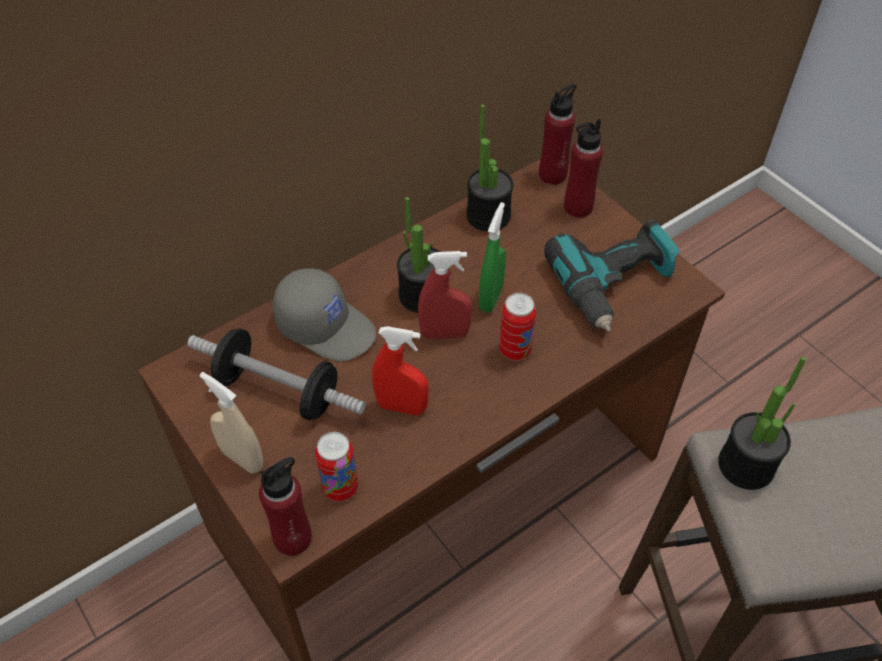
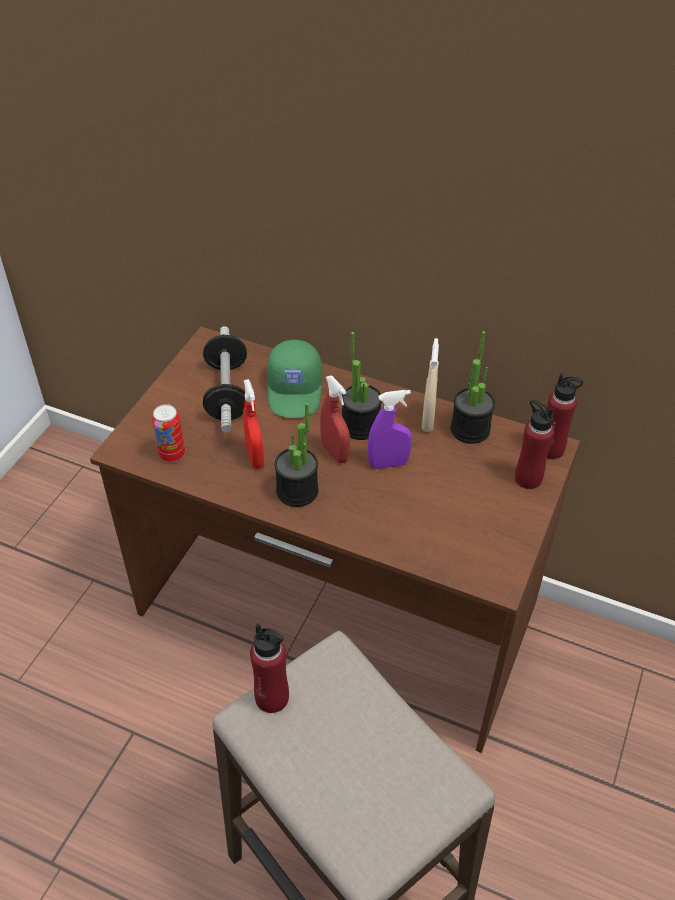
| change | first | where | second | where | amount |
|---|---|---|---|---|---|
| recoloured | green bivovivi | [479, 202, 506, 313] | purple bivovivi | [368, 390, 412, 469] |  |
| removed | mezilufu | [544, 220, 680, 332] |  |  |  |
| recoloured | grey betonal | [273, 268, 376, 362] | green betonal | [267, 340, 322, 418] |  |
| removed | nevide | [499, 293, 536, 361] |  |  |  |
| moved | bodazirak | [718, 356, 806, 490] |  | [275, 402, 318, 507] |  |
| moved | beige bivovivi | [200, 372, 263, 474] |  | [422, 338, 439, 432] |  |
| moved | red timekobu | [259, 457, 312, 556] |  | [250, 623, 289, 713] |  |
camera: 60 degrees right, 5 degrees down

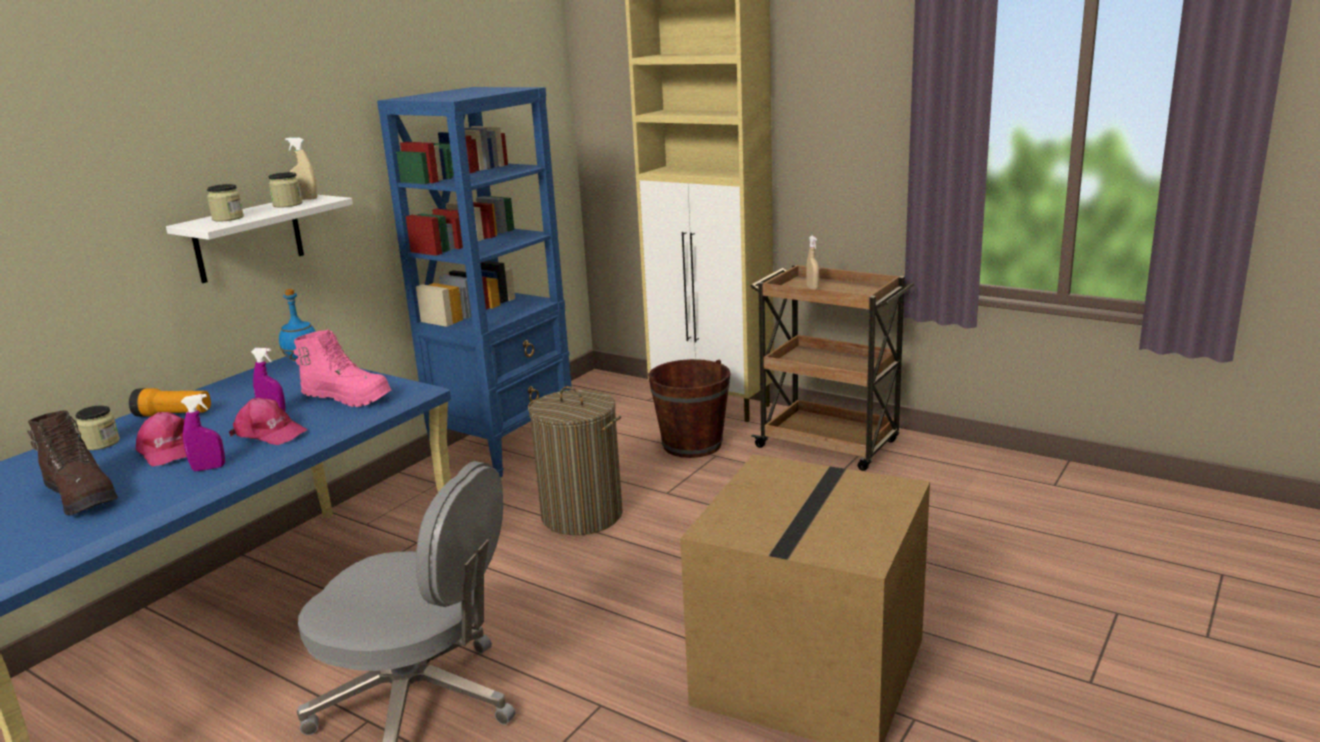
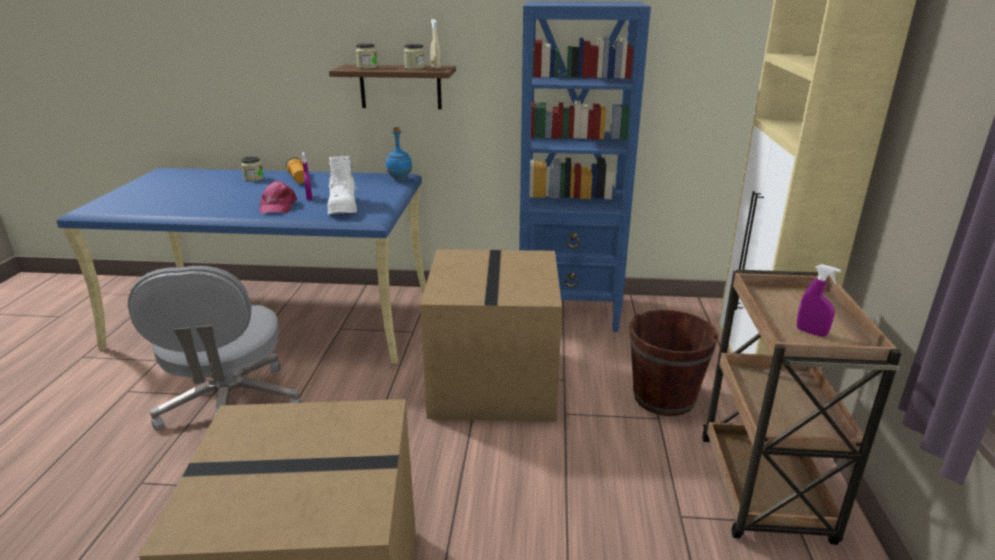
| change | first | where | second | where | amount |
|---|---|---|---|---|---|
| recoloured | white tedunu | [166, 195, 353, 283] | brown tedunu | [329, 65, 456, 109] |  |
| removed | beige bivovivi | [806, 236, 819, 290] |  |  |  |
| recoloured | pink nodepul | [294, 329, 392, 407] | white nodepul | [328, 156, 359, 214] |  |
| replaced | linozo | [528, 386, 623, 535] | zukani | [420, 249, 562, 422] |  |
| moved | purple bivovivi | [181, 394, 225, 471] |  | [797, 264, 841, 337] |  |
| removed | brown nodepul | [27, 410, 118, 516] |  |  |  |
| removed | pink betonal | [136, 412, 187, 467] |  |  |  |
camera: 60 degrees right, 5 degrees up

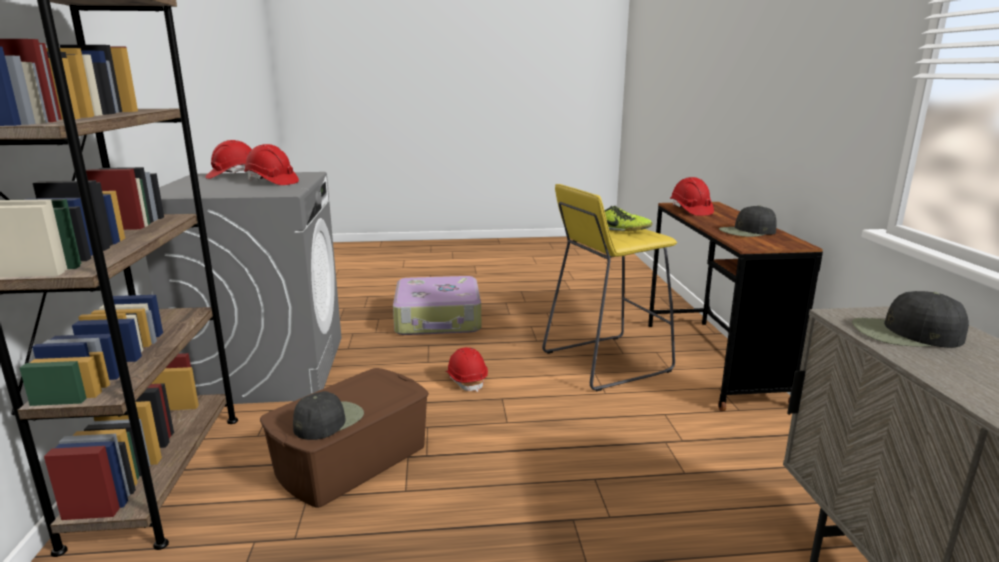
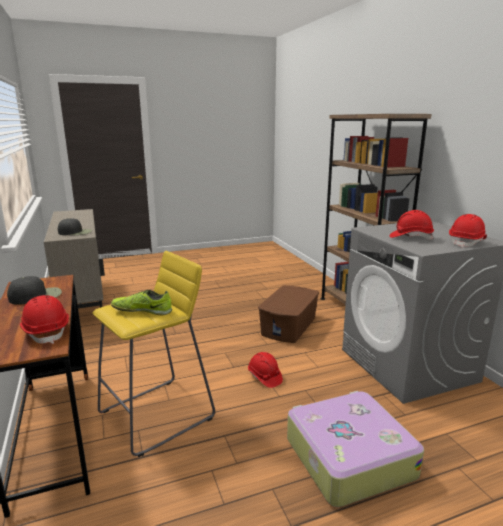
| change | first | where | second | where | amount |
|---|---|---|---|---|---|
| removed | black betonal | [293, 391, 364, 440] |  |  |  |
camera: 165 degrees right, 0 degrees up

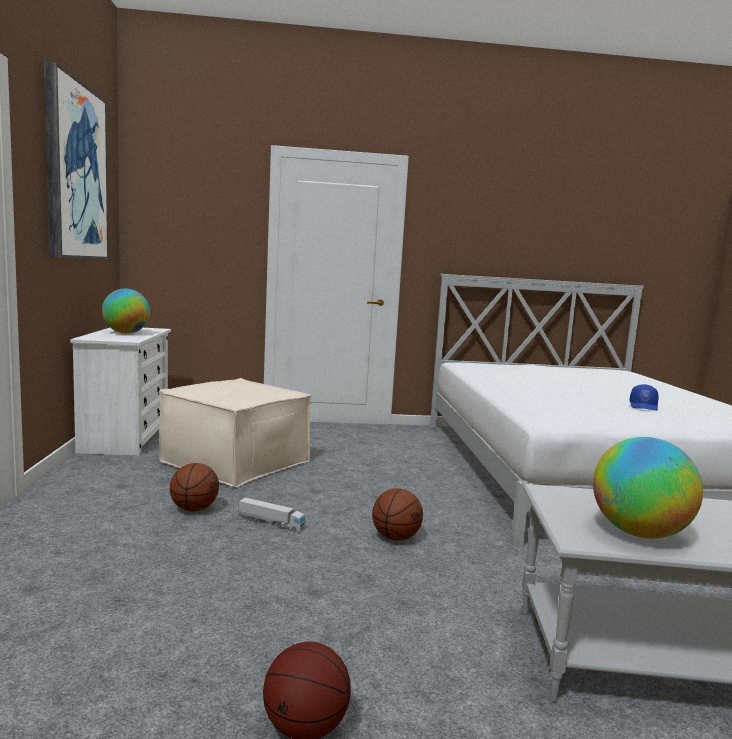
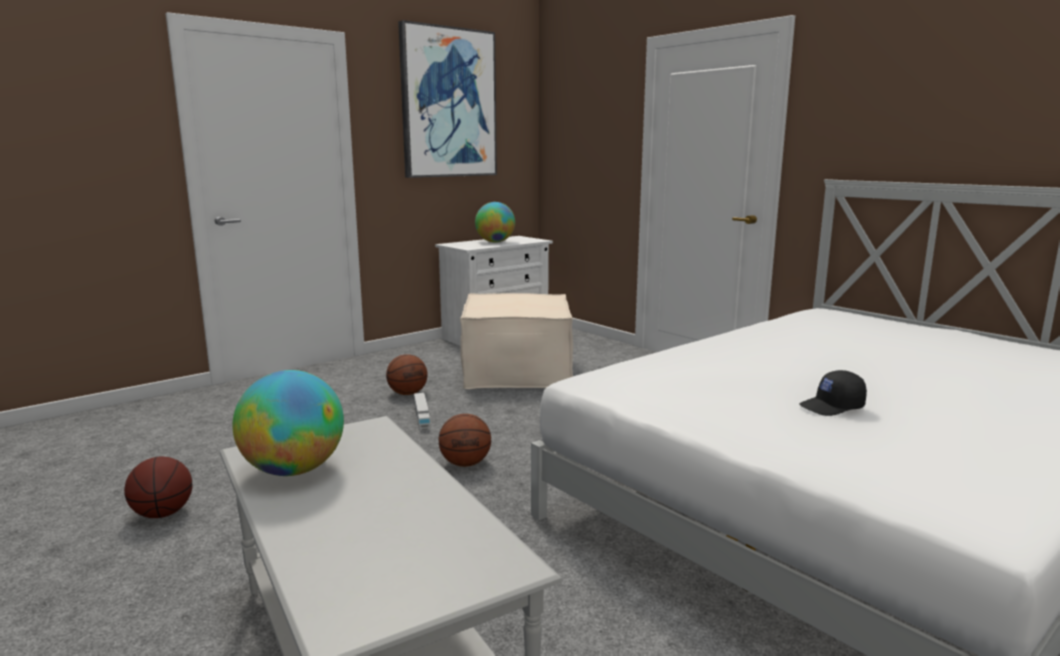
| change | first | where | second | where | amount |
|---|---|---|---|---|---|
| recoloured | blue betonal | [630, 384, 658, 411] | black betonal | [799, 370, 867, 416] |  |
camera: 55 degrees right, 5 degrees up

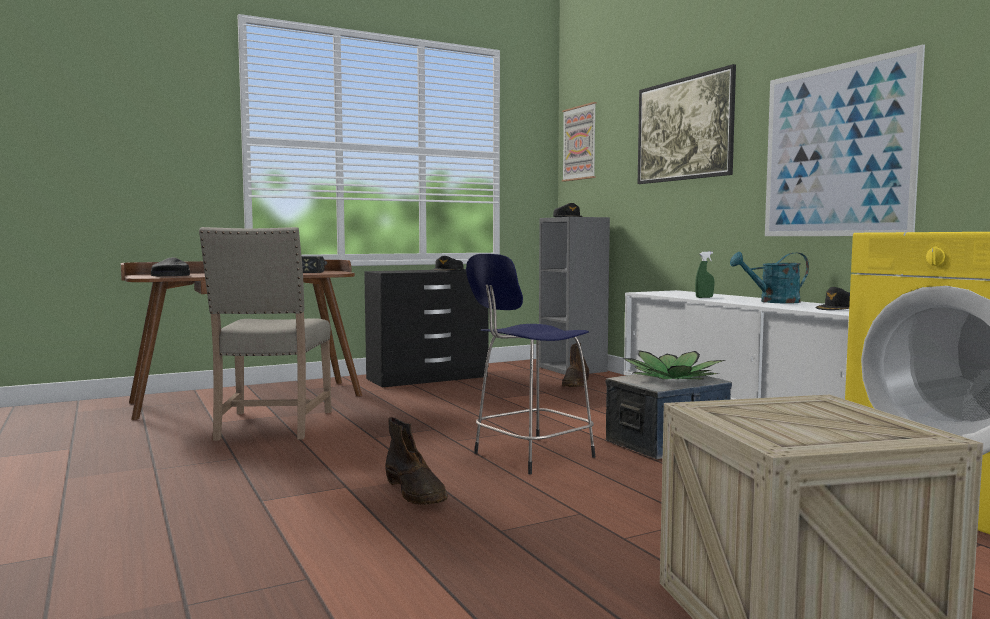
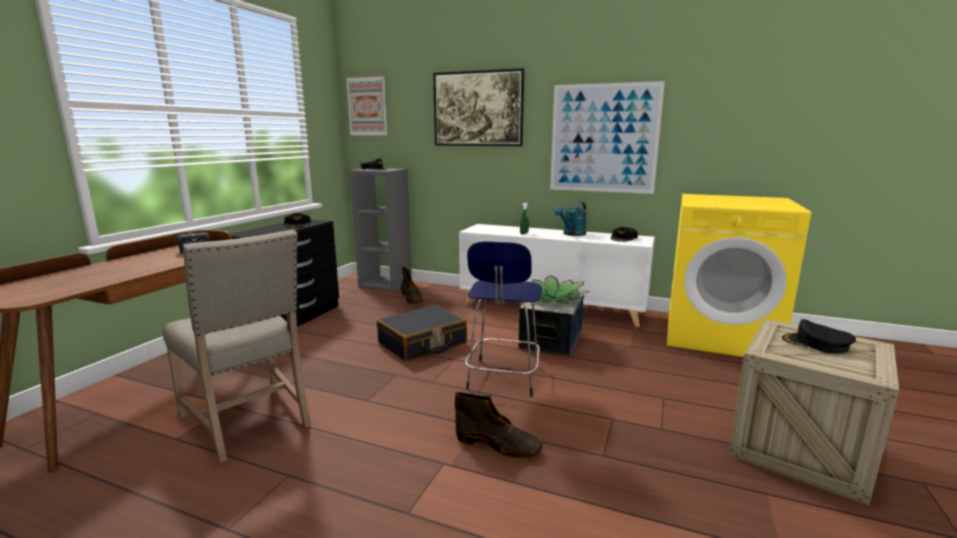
| change | first | where | second | where | amount |
|---|---|---|---|---|---|
| moved | black betonal | [151, 257, 190, 276] |  | [782, 319, 856, 354] |  |
| added |  |  | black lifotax | [377, 305, 467, 361] |  |
camera: 40 degrees left, 10 degrees up

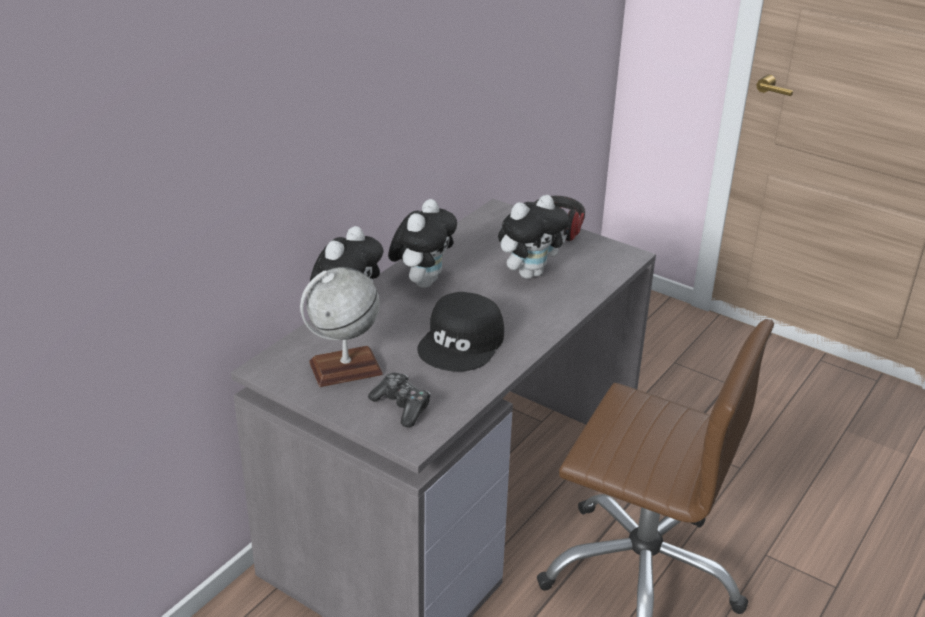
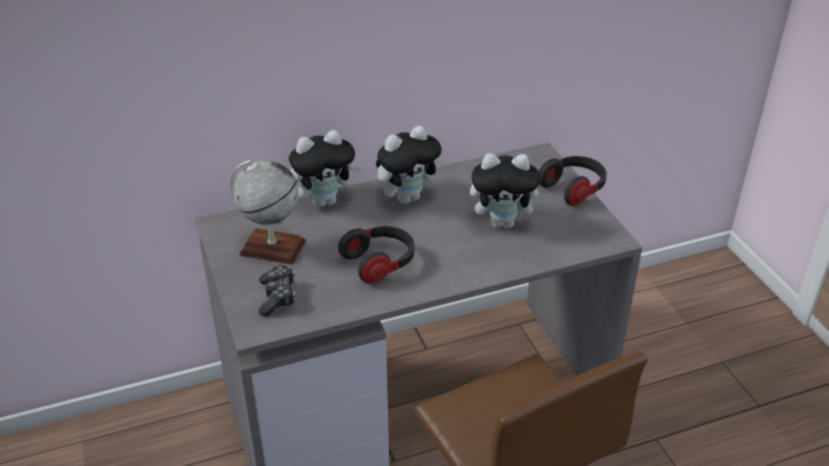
| change | first | where | second | where | amount |
|---|---|---|---|---|---|
| replaced | black betonal | [417, 292, 504, 372] | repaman | [338, 226, 415, 283] |  |
camera: 35 degrees right, 5 degrees up

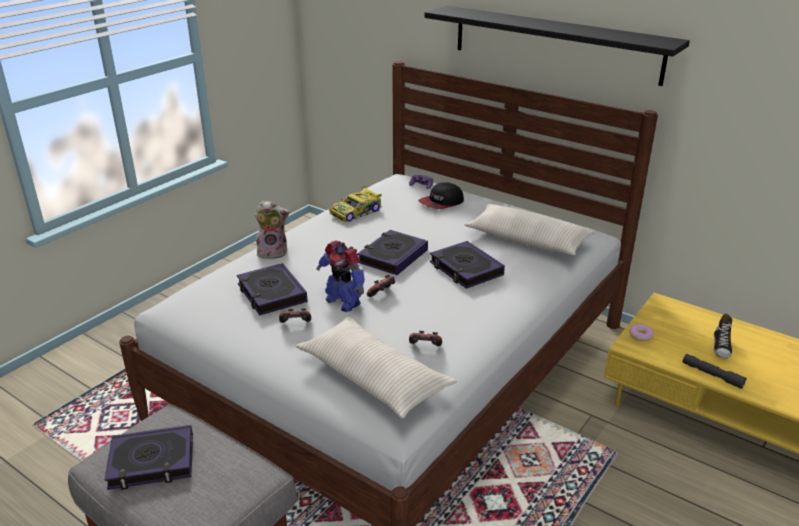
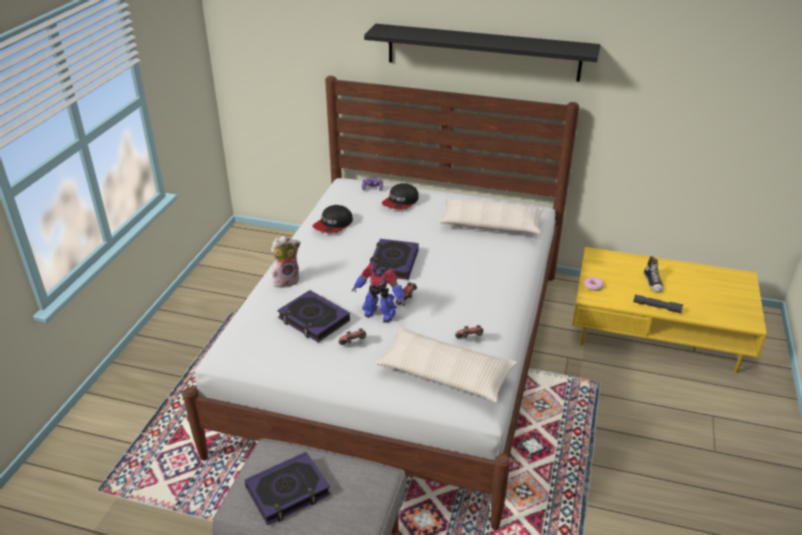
| change | first | where | second | where | amount |
|---|---|---|---|---|---|
| replaced | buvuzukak | [329, 186, 382, 223] | betonal | [312, 205, 353, 233] |  |
| removed | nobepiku | [430, 241, 505, 289] |  |  |  |
camera: 20 degrees left, 5 degrees up

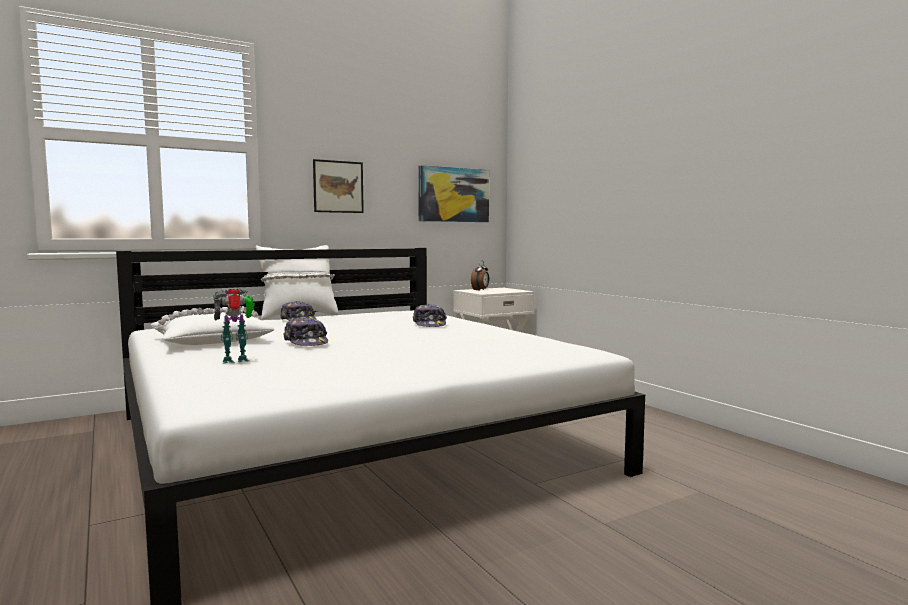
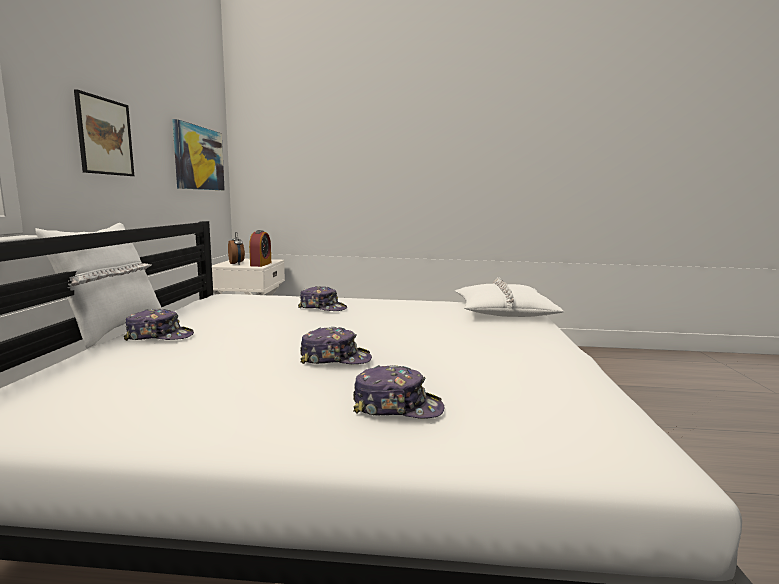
| change | first | where | second | where | amount |
|---|---|---|---|---|---|
| replaced | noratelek | [213, 289, 255, 364] | betonal | [353, 365, 444, 419] |  |
| moved | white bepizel | [151, 306, 274, 345] |  | [455, 277, 564, 317] |  |
| added |  |  | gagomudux | [249, 230, 271, 267] |  |
camera: 55 degrees left, 5 degrees up

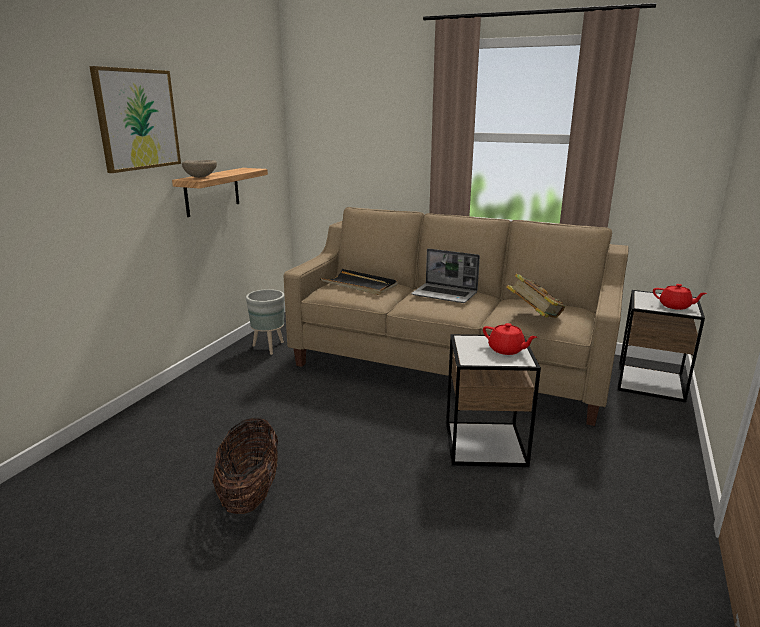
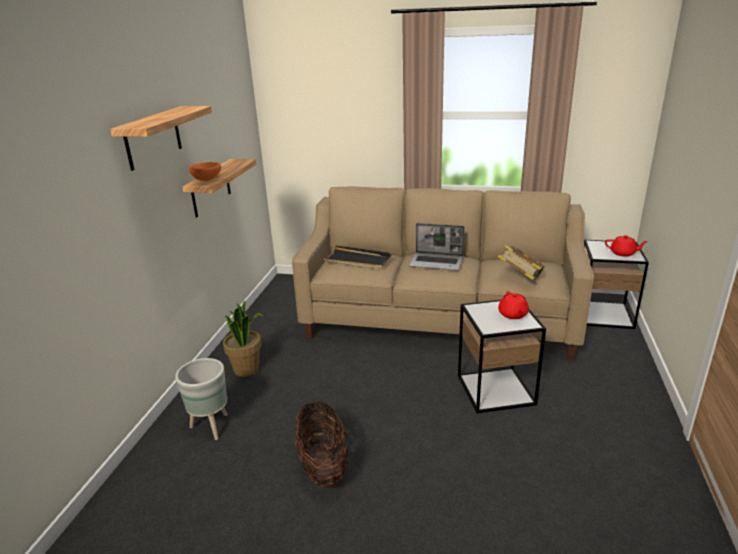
| change | first | where | second | where | amount |
|---|---|---|---|---|---|
| replaced | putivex | [89, 66, 181, 173] | tedunu | [110, 106, 212, 171] |  |
| recoloured | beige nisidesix | [182, 160, 217, 178] | orange nisidesix | [189, 162, 221, 181] |  |
| moved | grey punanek | [246, 289, 284, 355] |  | [175, 358, 228, 440] |  |
| turned | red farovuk | [483, 323, 537, 355] |  | [498, 291, 529, 319] | 60 degrees clockwise |
| added |  |  | bodazirak | [223, 300, 264, 377] |  |
camera: 10 degrees left, 5 degrees up

